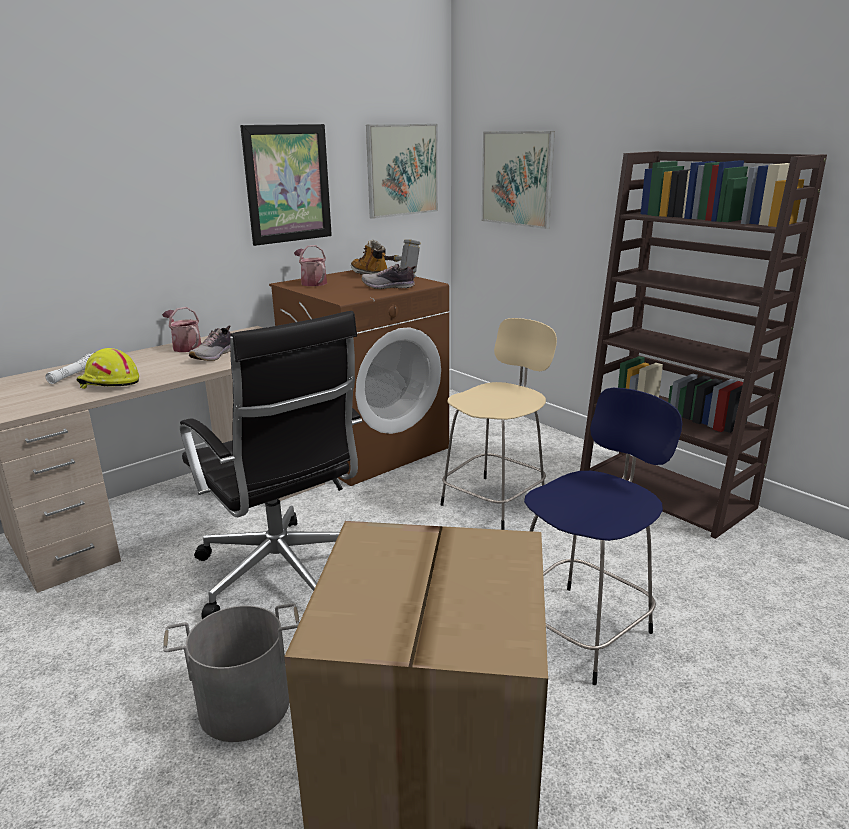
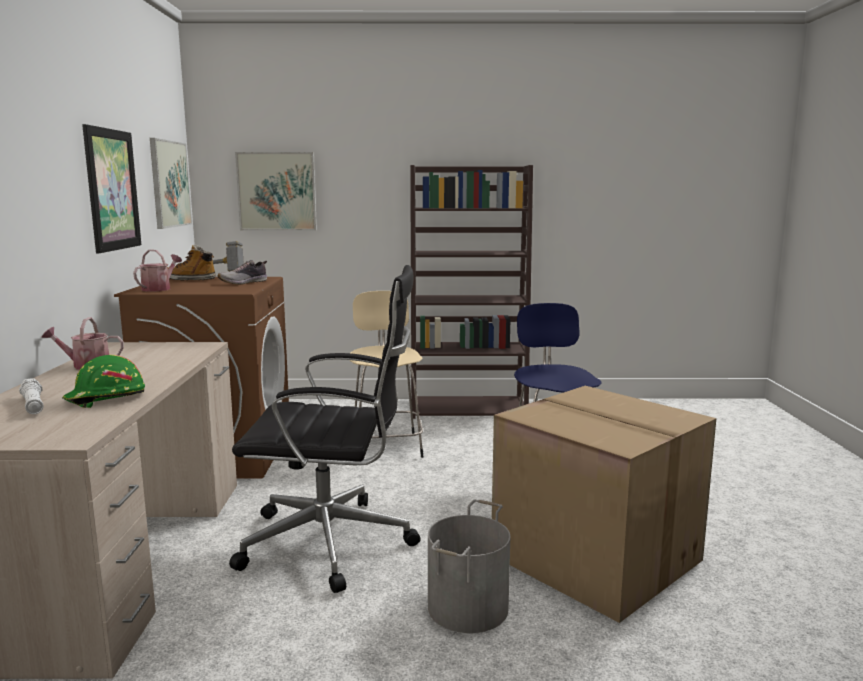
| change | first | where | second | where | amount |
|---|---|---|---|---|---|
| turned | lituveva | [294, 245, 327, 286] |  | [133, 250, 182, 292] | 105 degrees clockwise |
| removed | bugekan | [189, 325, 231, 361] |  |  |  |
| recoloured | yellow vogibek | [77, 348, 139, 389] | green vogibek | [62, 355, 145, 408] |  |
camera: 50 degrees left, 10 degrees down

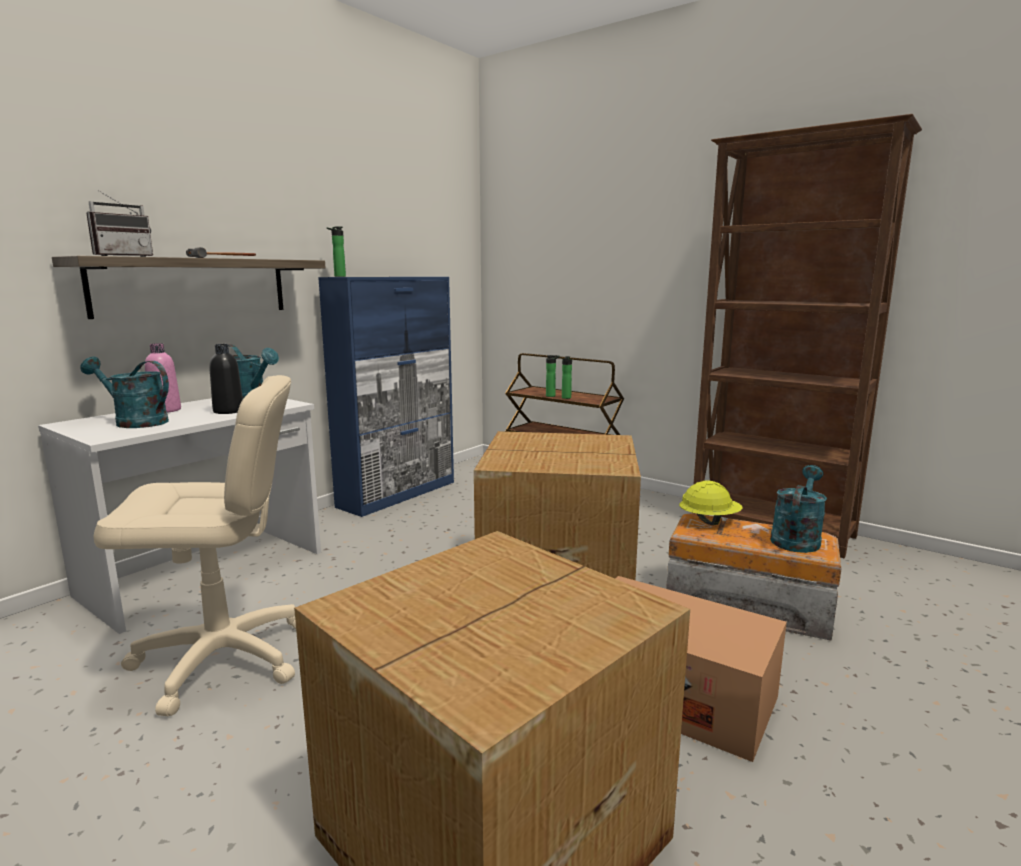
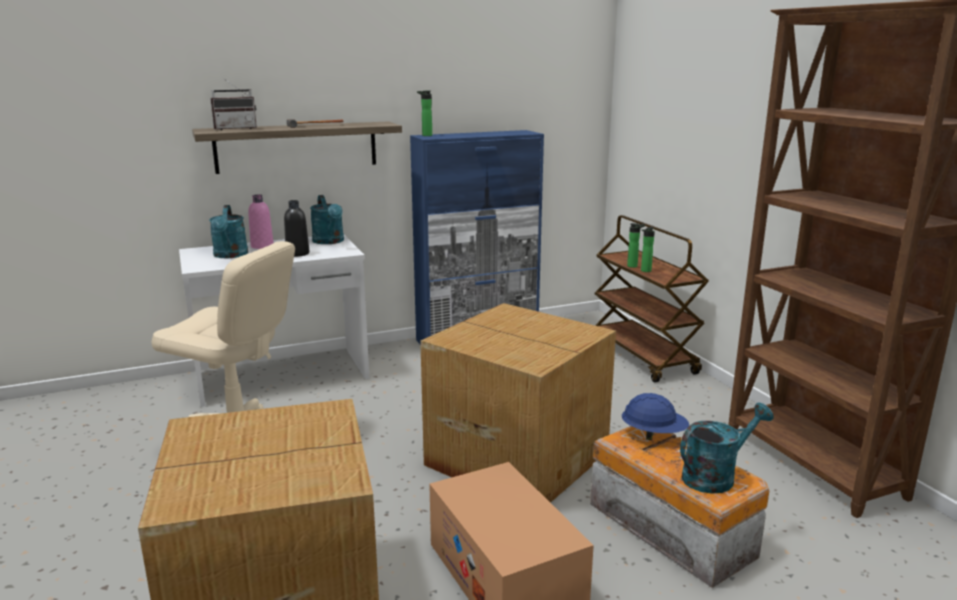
| change | first | where | second | where | amount |
|---|---|---|---|---|---|
| turned | turquoise lituveva | [81, 357, 169, 428] |  | [209, 205, 248, 258] | 150 degrees counterclockwise |
| recoloured | yellow vogibek | [679, 480, 743, 525] | blue vogibek | [622, 393, 689, 440] |  |
camera: 30 degrees right, 5 degrees up

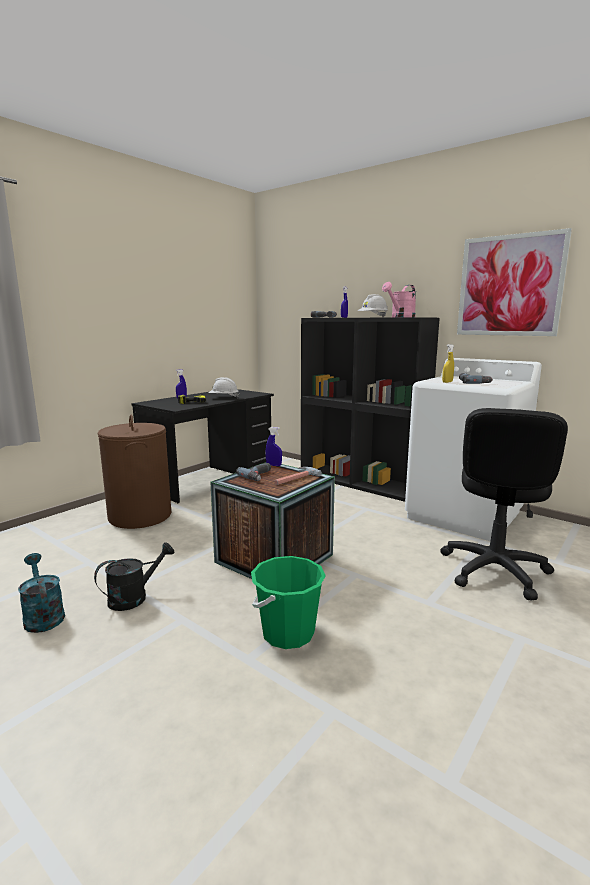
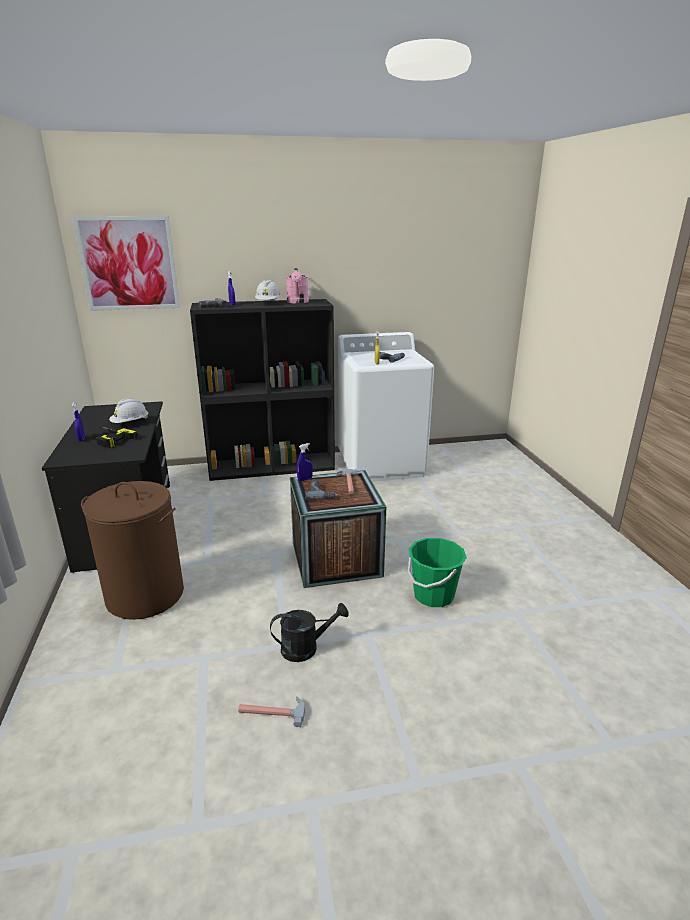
| change | first | where | second | where | amount |
|---|---|---|---|---|---|
| moved | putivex | [457, 228, 572, 336] |  | [72, 216, 180, 311] |  |
| removed | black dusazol | [440, 408, 568, 601] |  |  |  |
| turned | black lituveva | [94, 542, 174, 611] |  | [270, 603, 349, 662] | 75 degrees clockwise |
| replaced | turquoise lituveva | [18, 553, 65, 633] | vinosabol | [238, 696, 305, 727] |  |
camera: 50 degrees left, 10 degrees up

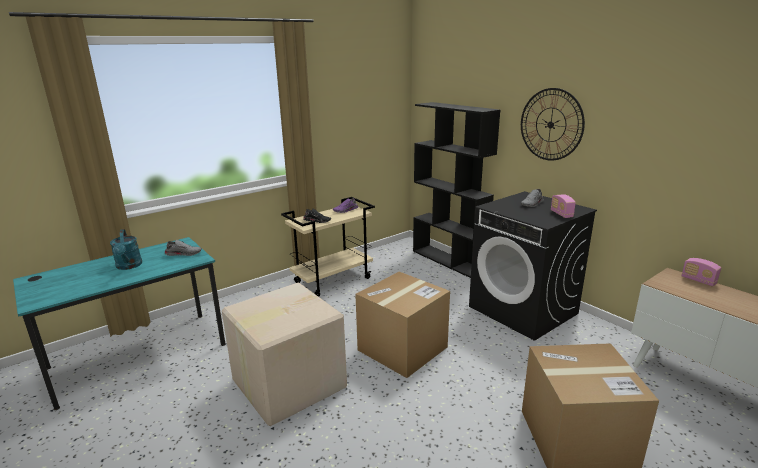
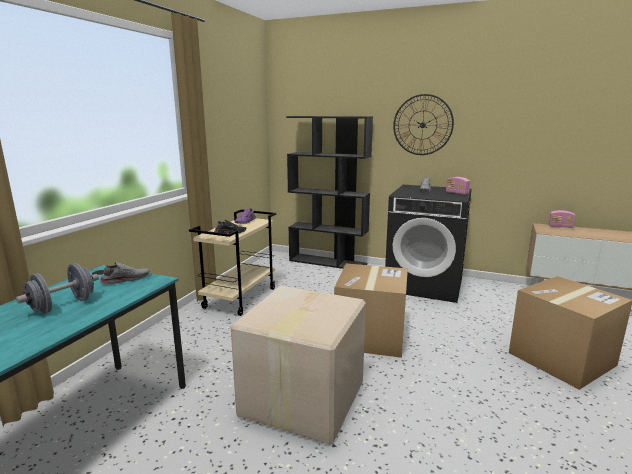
| change | first | where | second | where | amount |
|---|---|---|---|---|---|
| replaced | turquoise lituveva | [110, 229, 142, 270] | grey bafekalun | [16, 263, 99, 314] |  |
camera: 30 degrees left, 5 degrees down

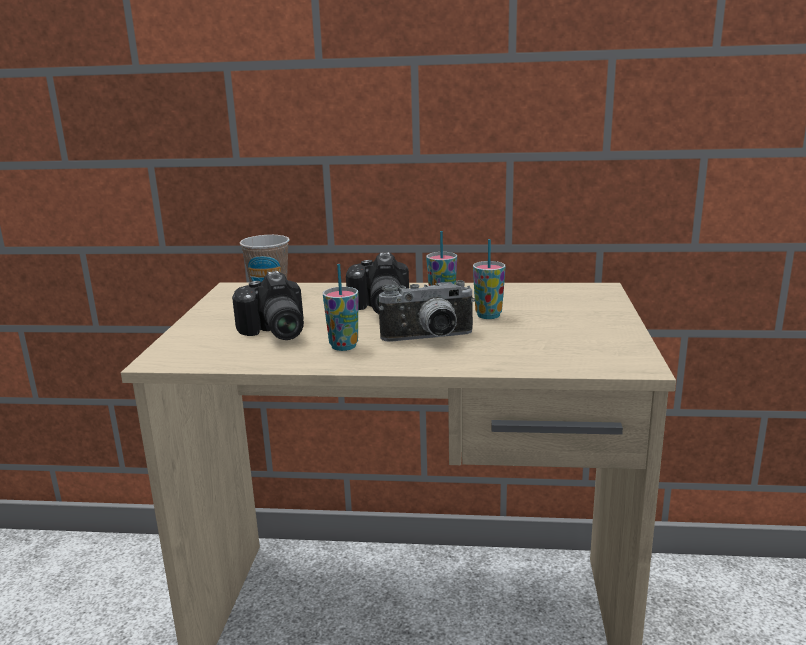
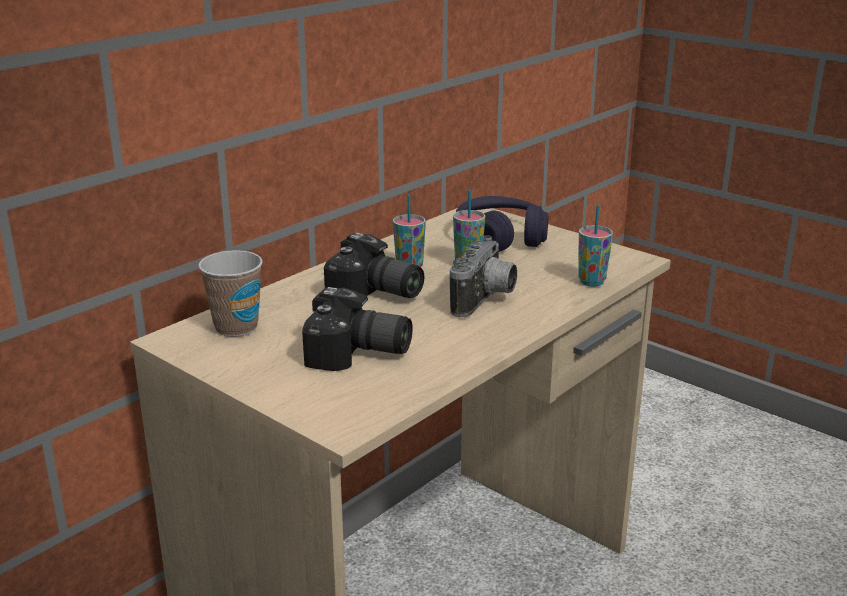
| change | first | where | second | where | amount |
|---|---|---|---|---|---|
| moved | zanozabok | [323, 264, 359, 351] |  | [578, 205, 613, 287] |  |
| added |  |  | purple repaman | [456, 196, 548, 252] |  |
camera: 55 degrees left, 5 degrees up

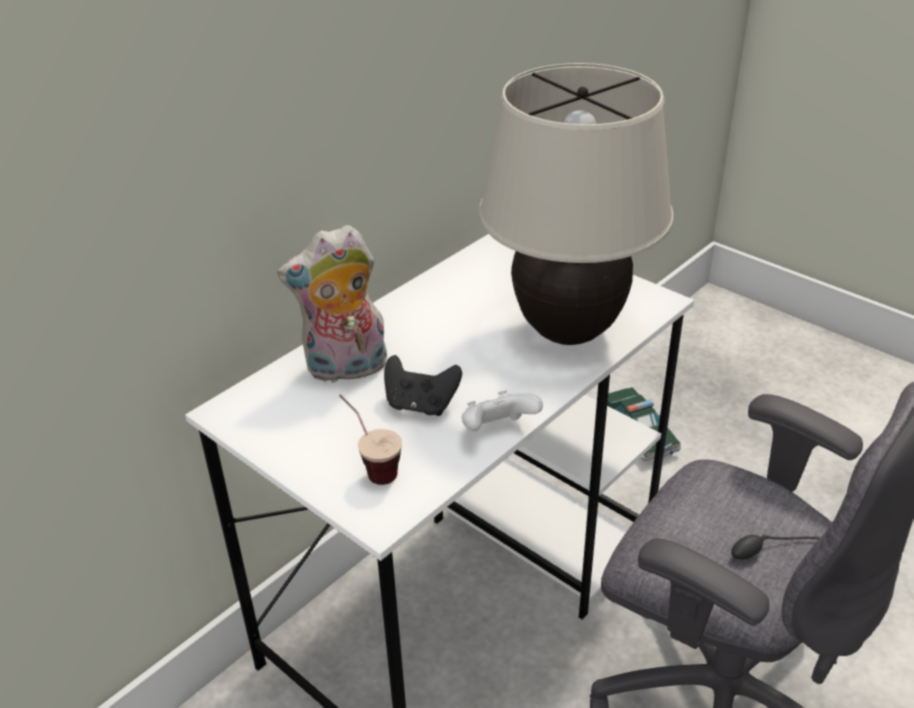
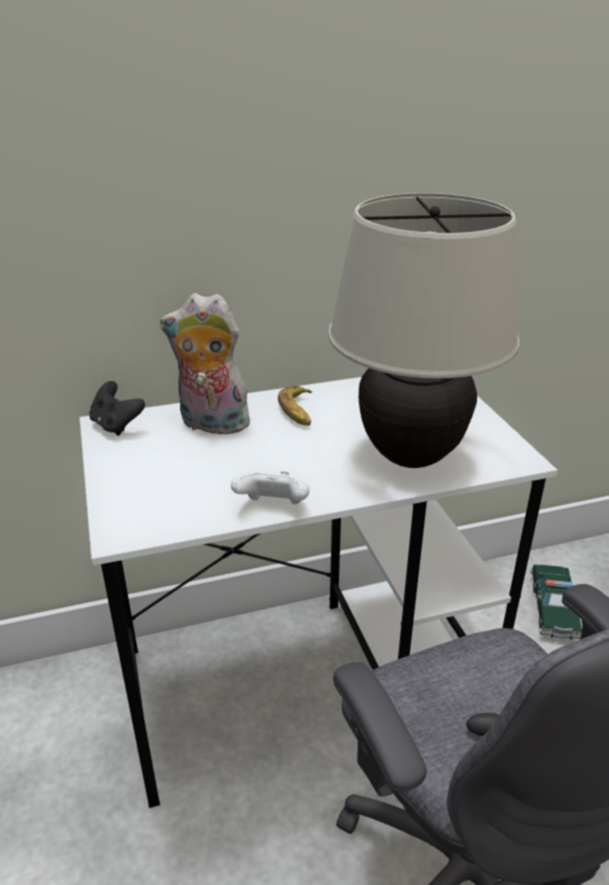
| change | first | where | second | where | amount |
|---|---|---|---|---|---|
| moved | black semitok | [384, 355, 462, 416] |  | [89, 381, 145, 436] |  |
| removed | zanozabok | [339, 394, 402, 485] |  |  |  |
| added |  |  | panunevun | [278, 385, 312, 425] |  |
camera: 30 degrees right, 5 degrees down

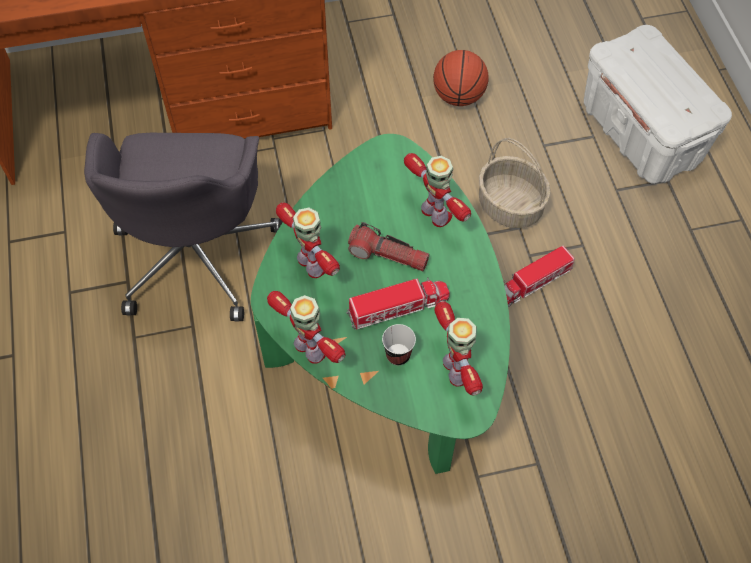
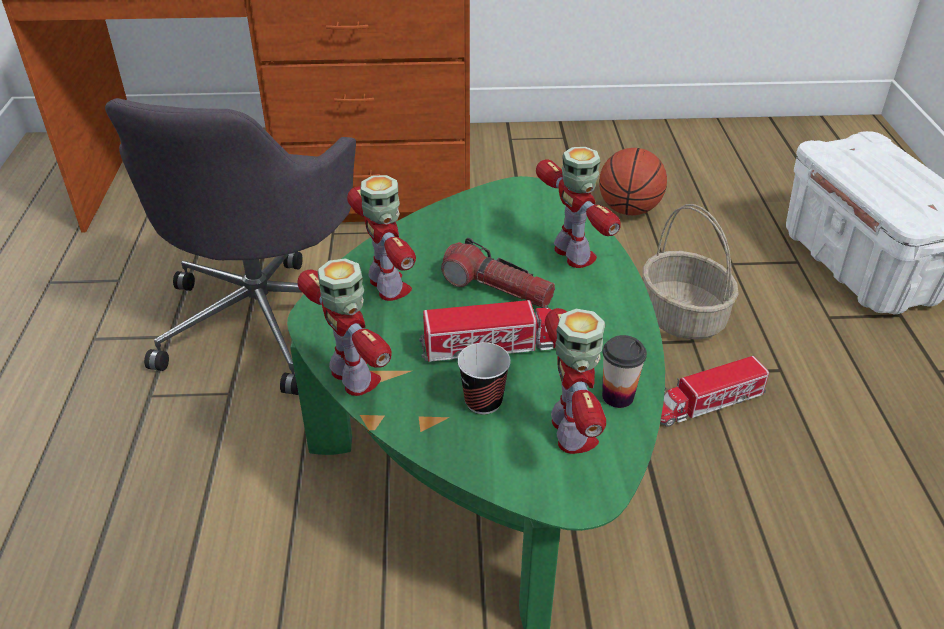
| change | first | where | second | where | amount |
|---|---|---|---|---|---|
| added |  |  | zanozabok | [602, 335, 647, 408] |  |
camera: 10 degrees right, 20 degrees down

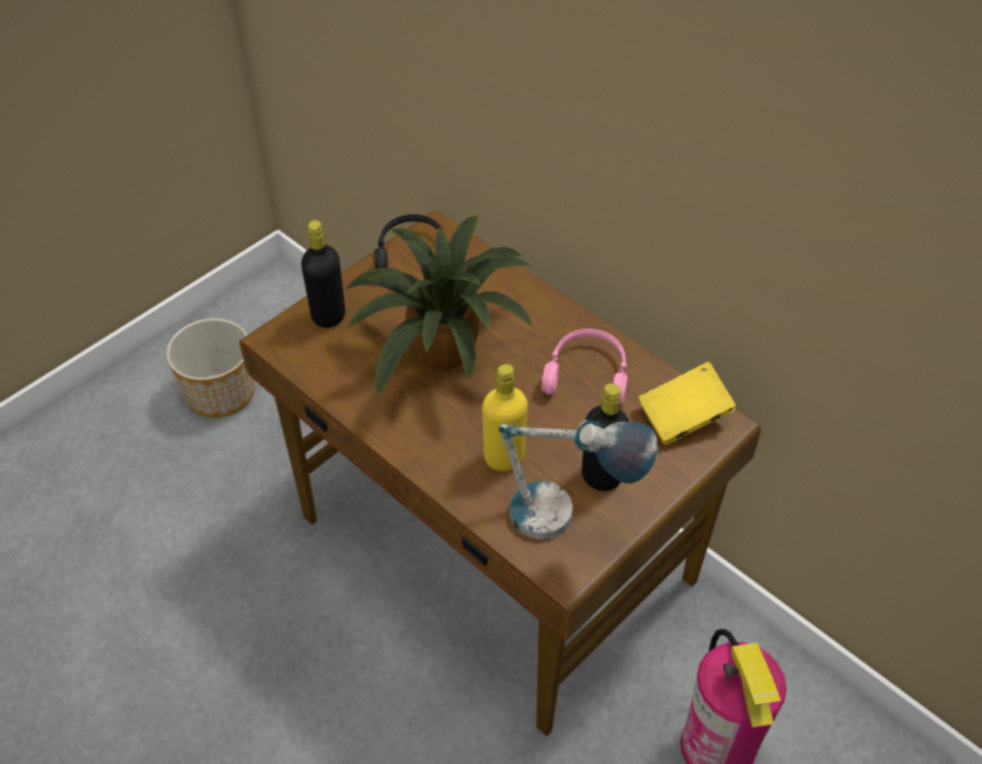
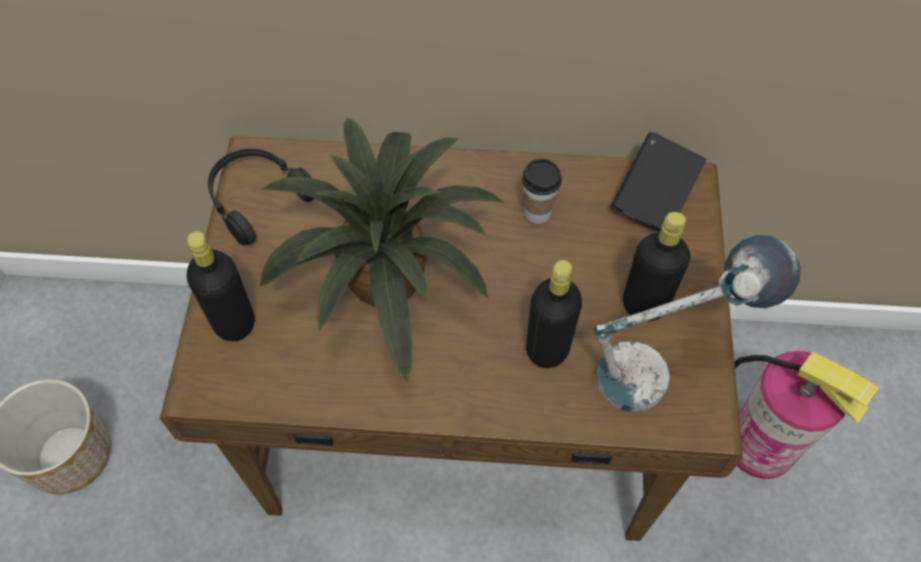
| change | first | where | second | where | amount |
|---|---|---|---|---|---|
| replaced | pink repaman | [541, 329, 628, 404] | zanozabok | [522, 158, 562, 223] |  |
| recoloured | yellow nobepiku | [638, 362, 736, 445] | black nobepiku | [611, 132, 707, 232] |  |
| recoloured | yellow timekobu | [482, 364, 528, 471] | black timekobu | [526, 260, 582, 368] |  |
camera: 40 degrees left, 10 degrees up

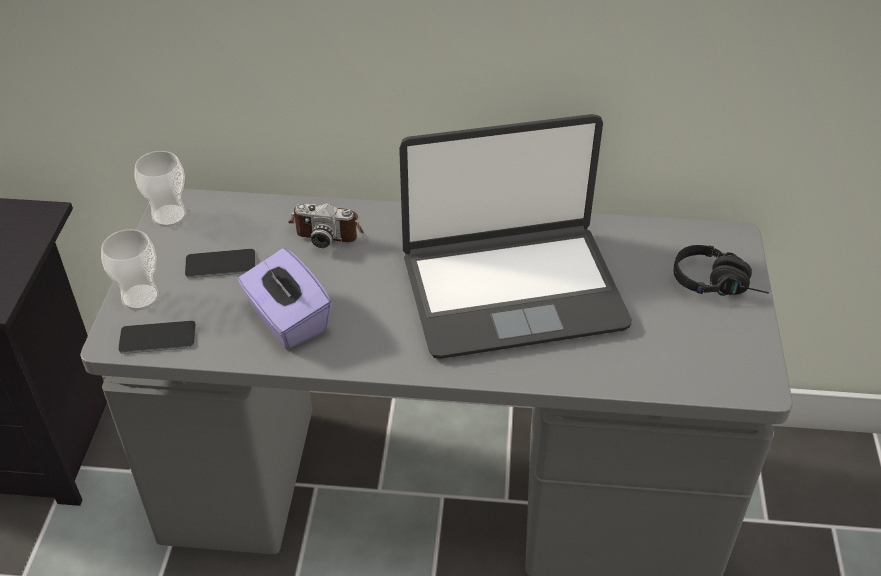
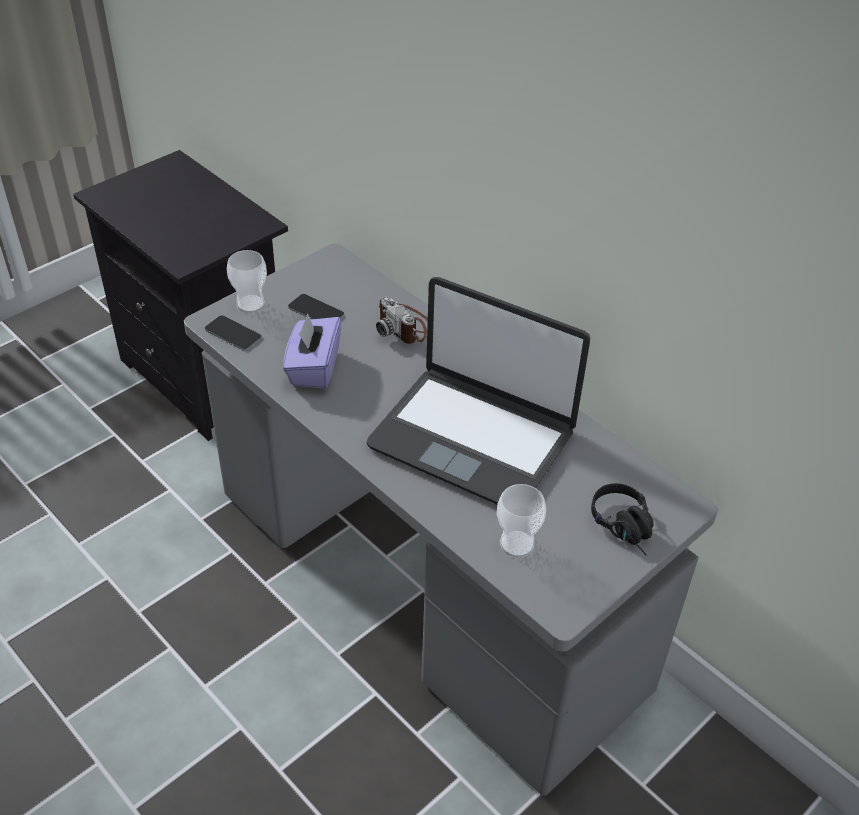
| change | first | where | second | where | amount |
|---|---|---|---|---|---|
| moved | zanozabok | [134, 151, 186, 227] |  | [497, 484, 546, 558] |  |
camera: 40 degrees right, 0 degrees up

